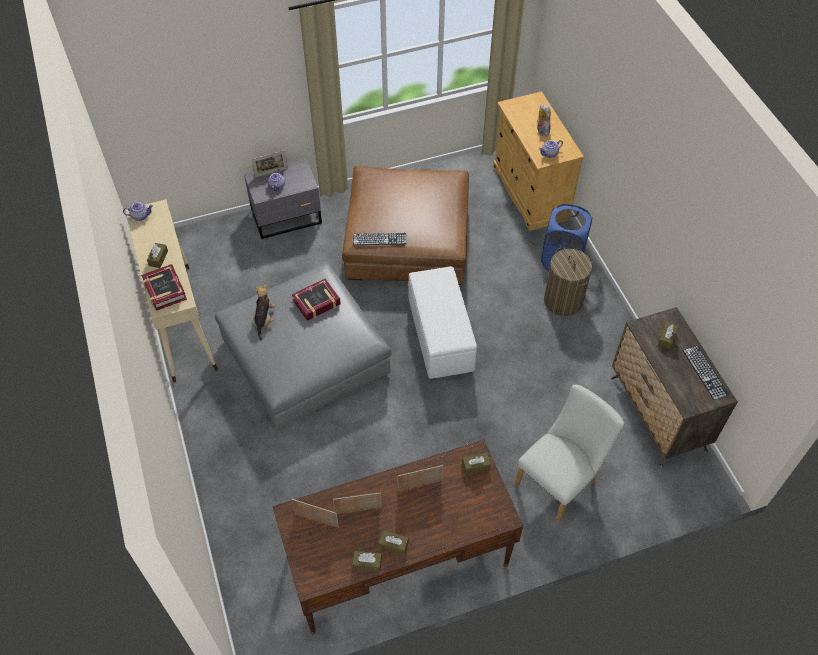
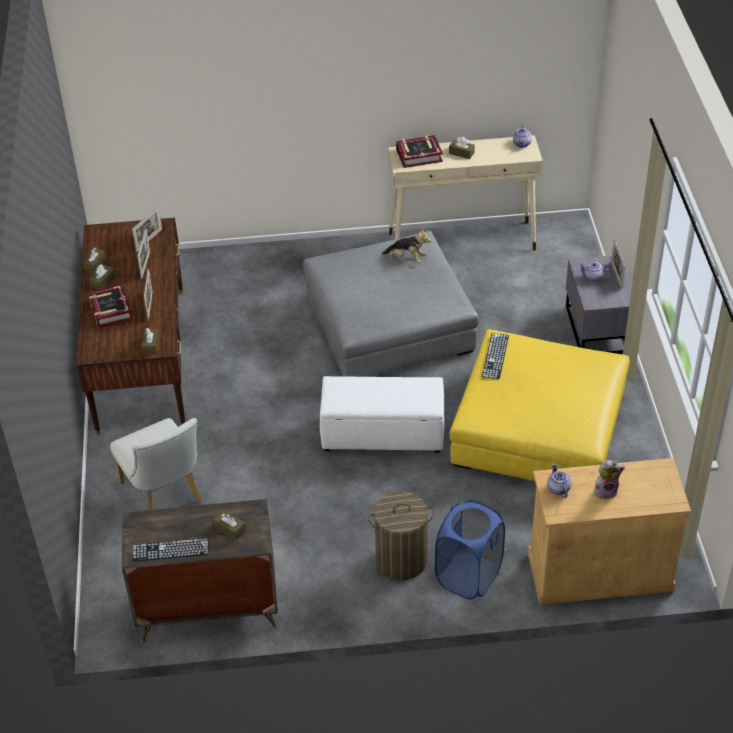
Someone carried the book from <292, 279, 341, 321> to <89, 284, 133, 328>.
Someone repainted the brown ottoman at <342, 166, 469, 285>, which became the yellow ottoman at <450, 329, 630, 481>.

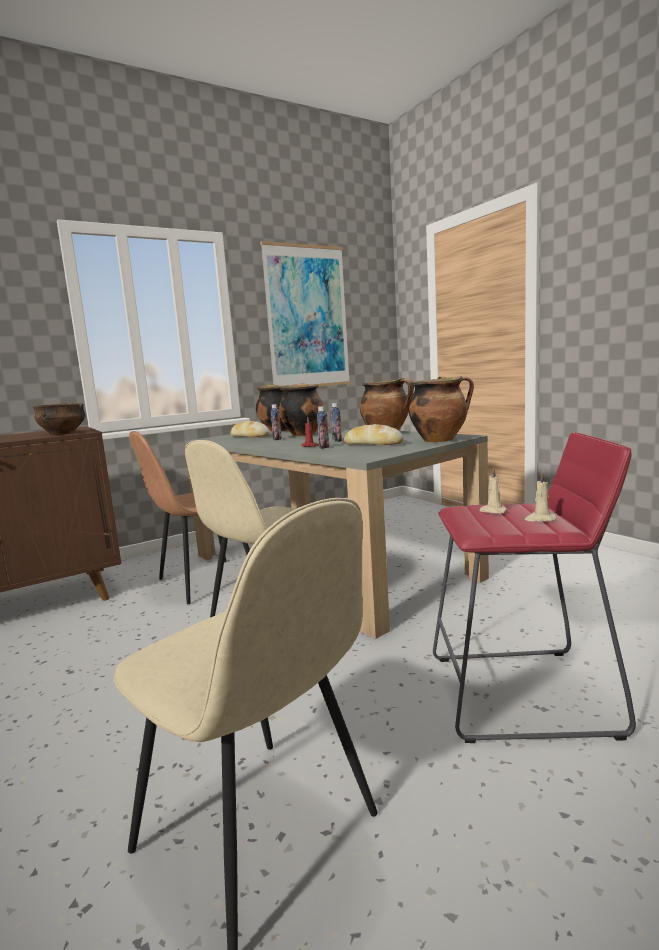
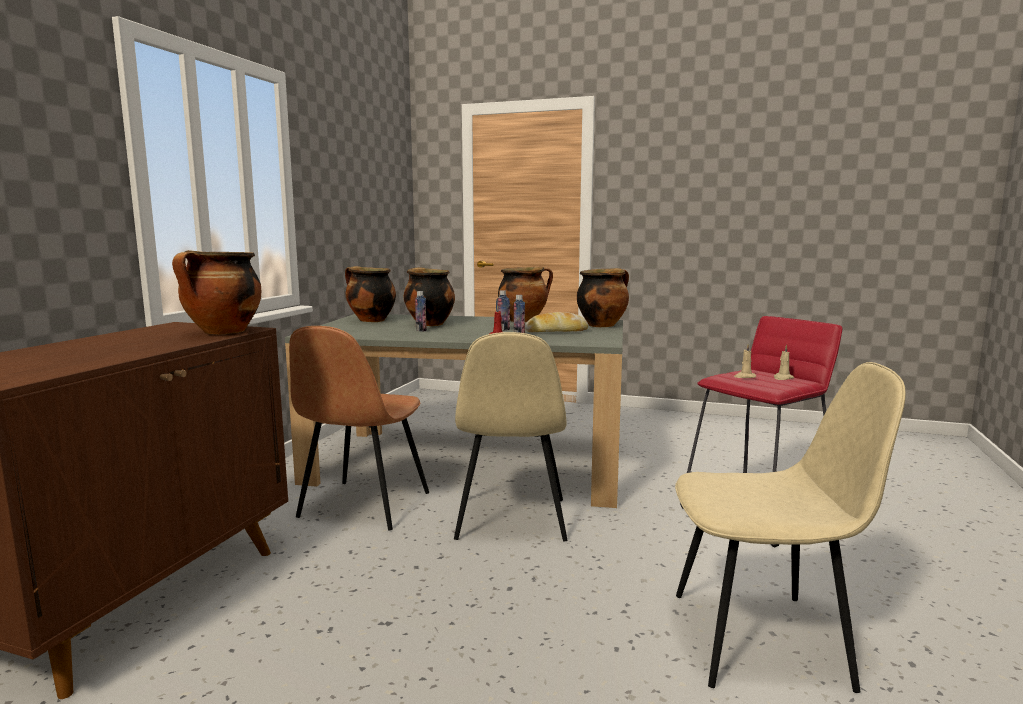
Someone took away the bread at <231, 421, 270, 437>.
Someone took away the picture at <260, 241, 351, 386>.
Someone swapped the bowl at <33, 403, 85, 435> for the cooking pot at <172, 250, 261, 335>.

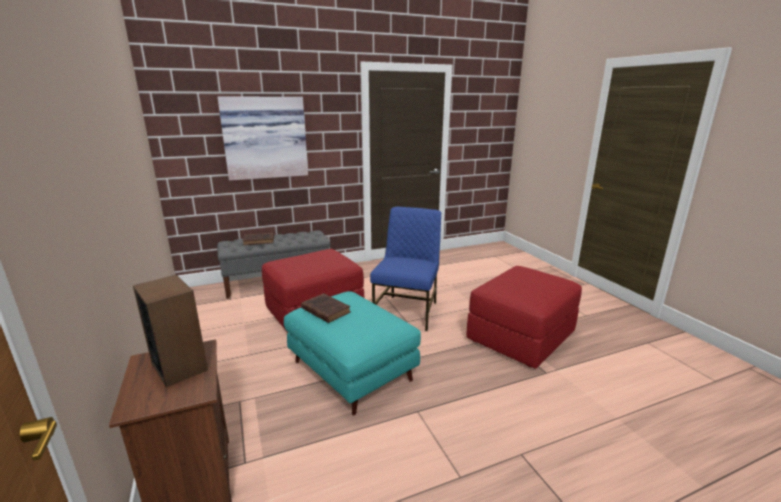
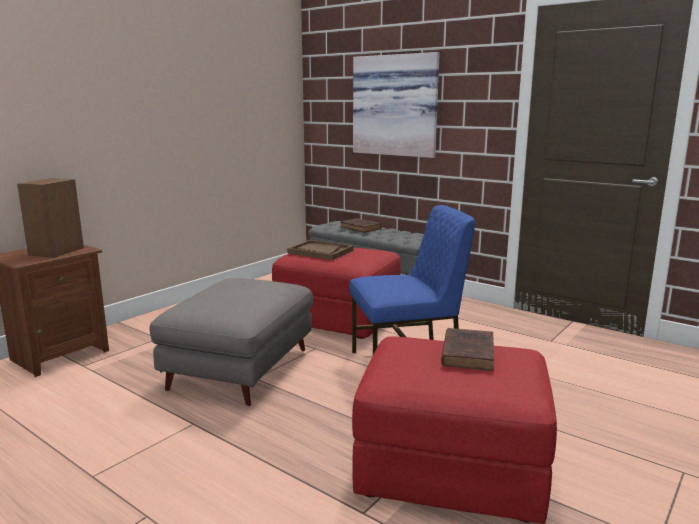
Someone put down the brown tray at <287, 240, 353, 260>.
Someone carried the brown book from <301, 293, 351, 323> to <441, 328, 494, 371>.
Someone repainted the turquoise ottoman at <284, 291, 421, 416>, which became the grey ottoman at <150, 278, 313, 406>.

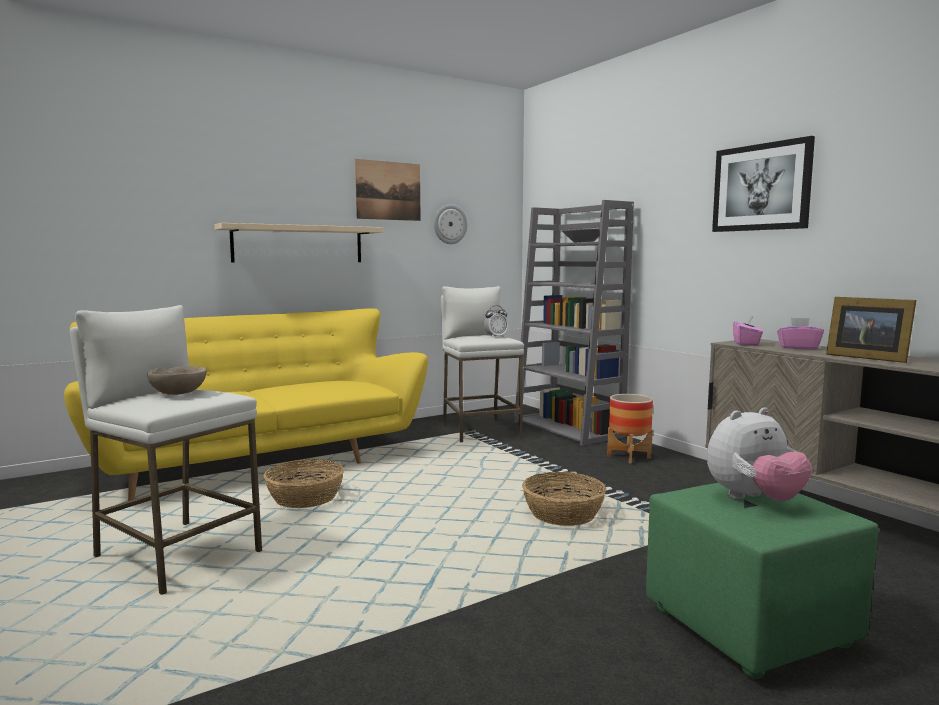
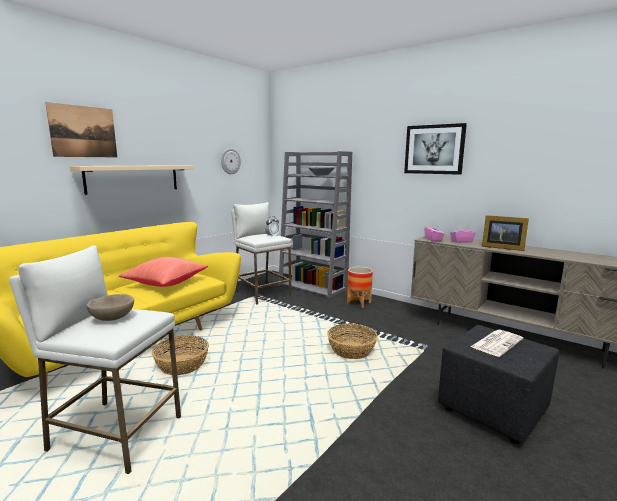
Someone put down the red pillow at <119, 257, 208, 287>.
Someone carried the picture from <355, 159, 421, 221> to <45, 102, 117, 158>.
Someone swapped the plush toy at <707, 408, 813, 501> for the newspaper at <471, 330, 523, 357>.
Someone repainted the green ottoman at <646, 483, 878, 679>, which became the black ottoman at <438, 325, 559, 444>.

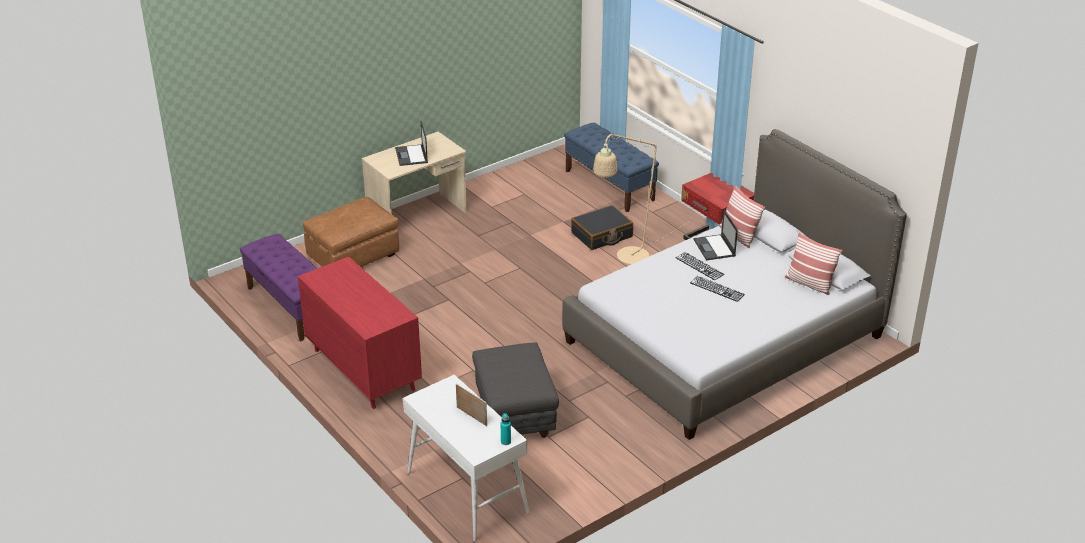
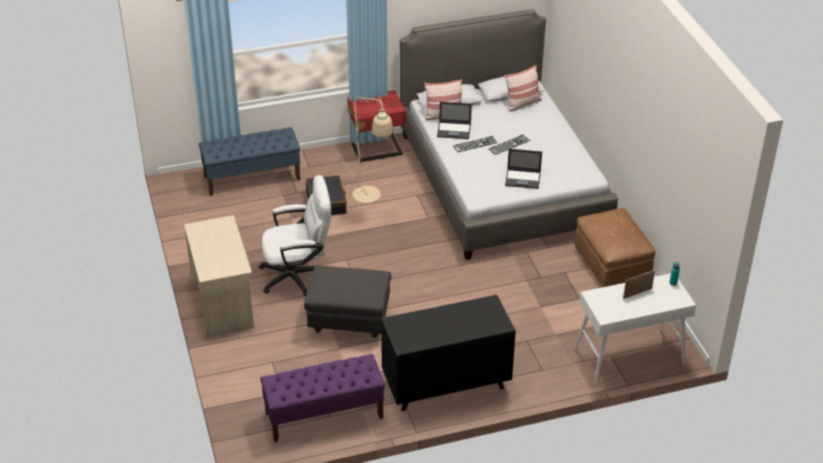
Someone put down the white office chair at <259, 175, 331, 296>.
Someone carried the brown ottoman from <303, 197, 399, 267> to <575, 208, 656, 287>.
Someone carried the laptop from <395, 121, 428, 166> to <505, 149, 542, 189>.
Someone carried the grey ottoman from <472, 342, 559, 438> to <304, 265, 391, 338>.
Someone repainted the red dresser at <298, 257, 422, 409>, which became the black dresser at <381, 295, 516, 411>.

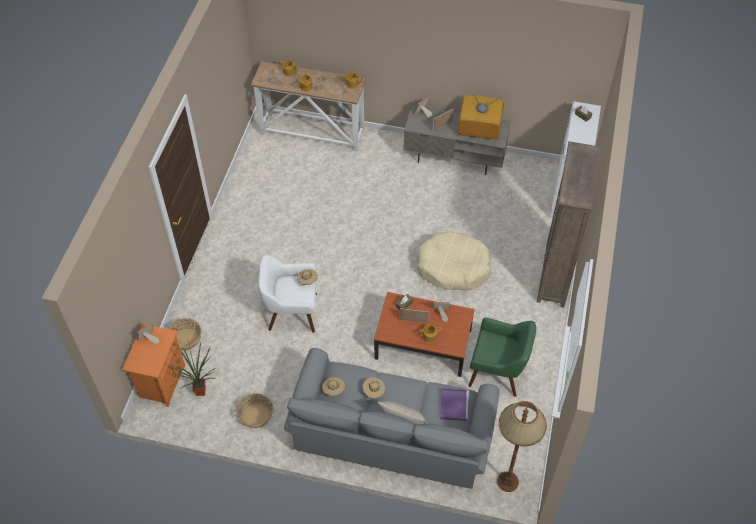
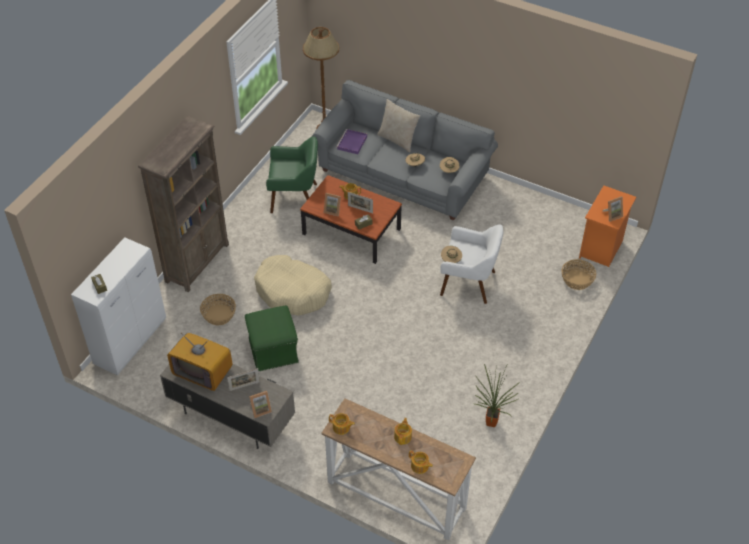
Someone put down the green ottoman at <245, 305, 299, 371>.
Someone carried the potted plant from <170, 342, 216, 396> to <474, 364, 520, 427>.
Someone carried the basket from <236, 393, 273, 428> to <200, 294, 236, 325>.
Someone rotated the green armchair at <468, 318, 536, 397> by 150 degrees clockwise.

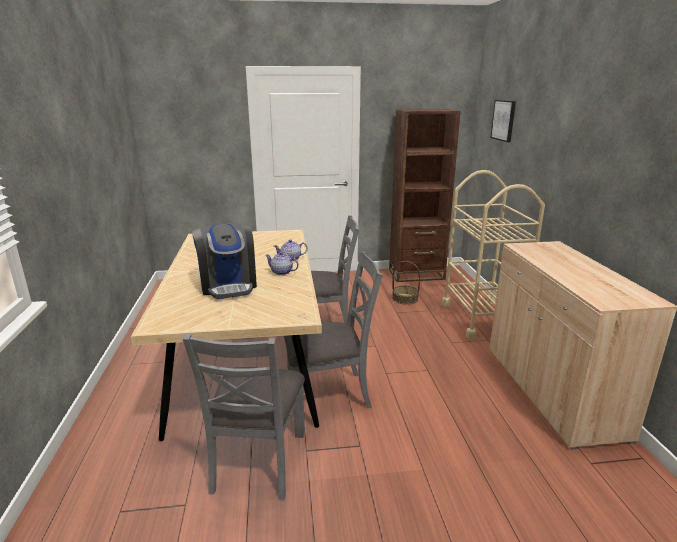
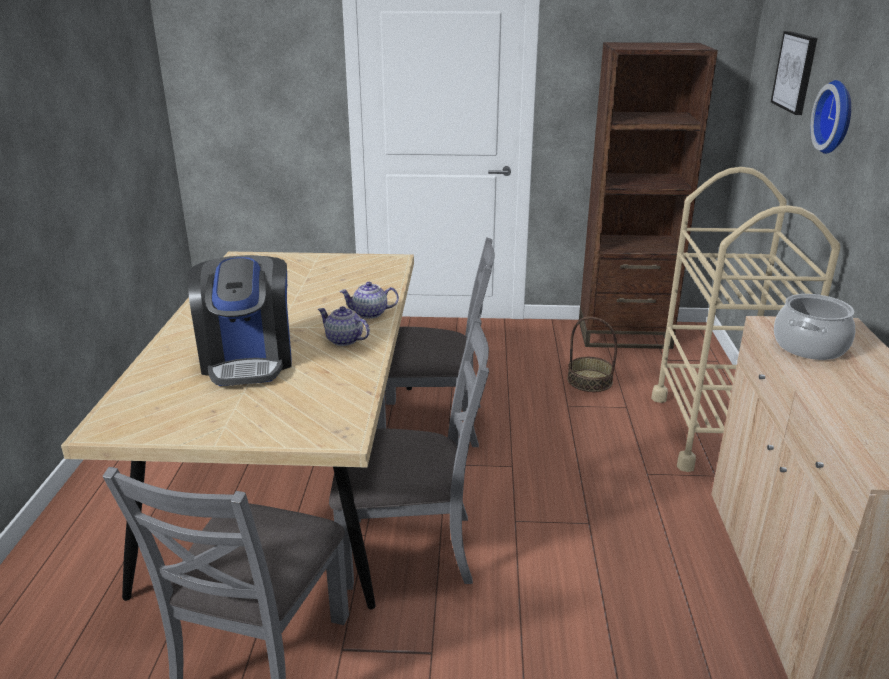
Someone put down the cooking pot at <774, 294, 855, 360>.
Someone put up the wall clock at <810, 80, 851, 154>.

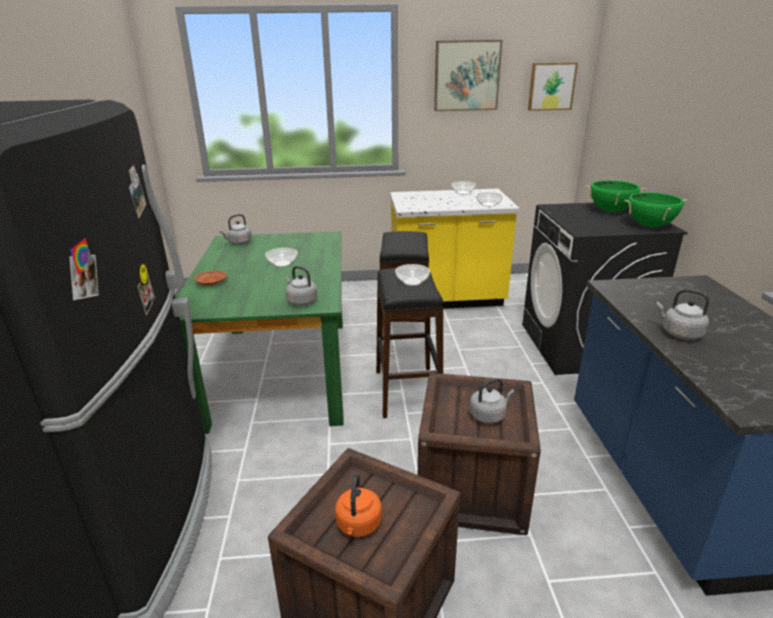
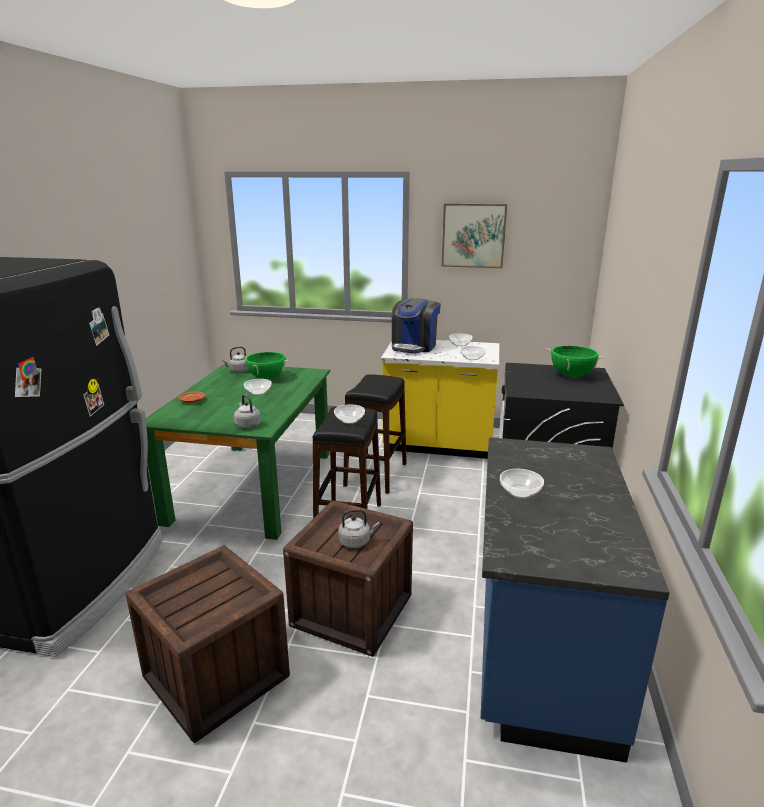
Someone took away the orange kettle at <335, 473, 382, 537>.
Someone took away the picture at <528, 62, 578, 111>.
Someone put down the coffee machine at <392, 298, 441, 354>.
Someone carried the green cooking pot from <624, 192, 688, 227> to <243, 351, 288, 379>.
Someone swapped the grey kettle at <656, 289, 710, 340> for the bowl at <500, 469, 544, 499>.

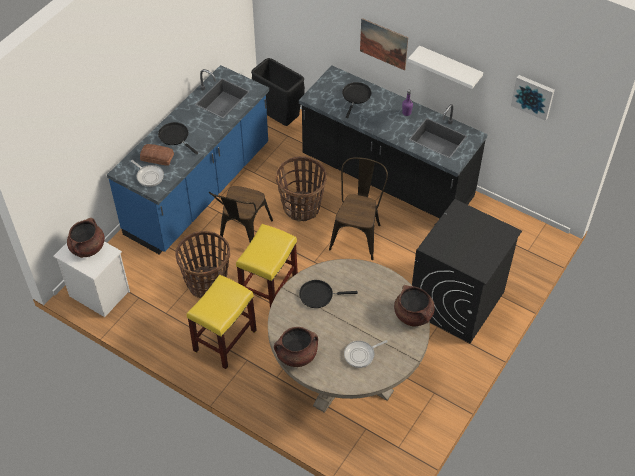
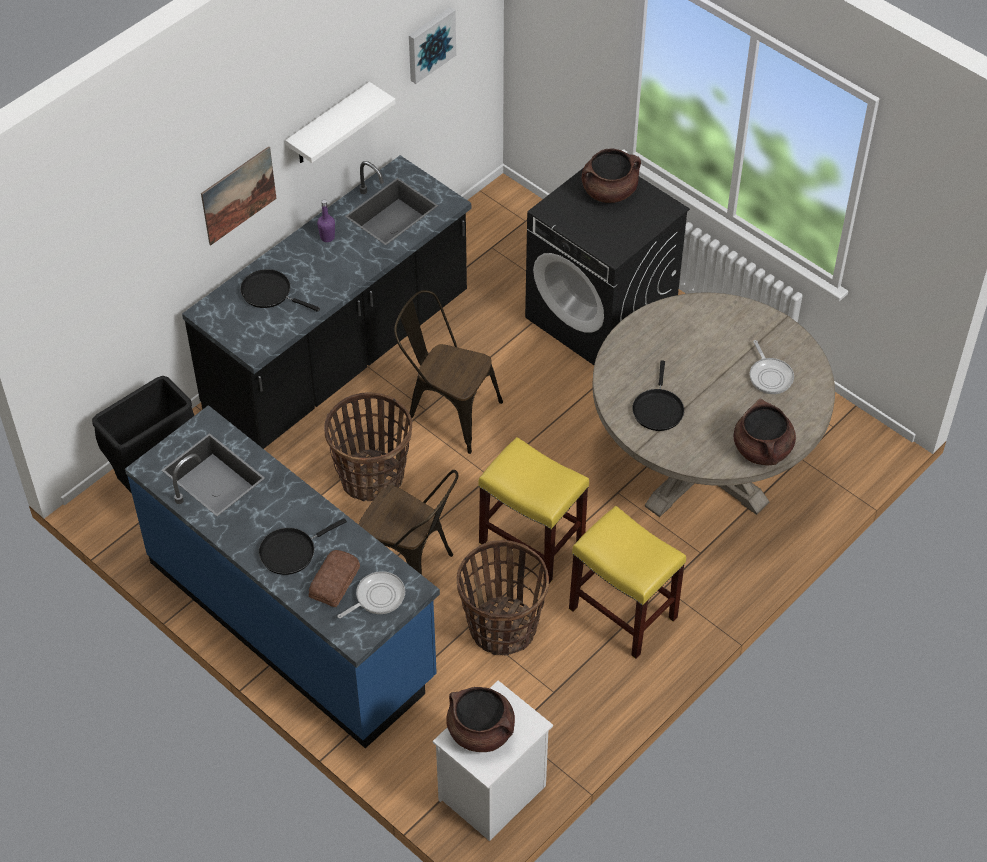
Someone carried the brown cooking pot from <394, 285, 435, 327> to <582, 148, 641, 203>.

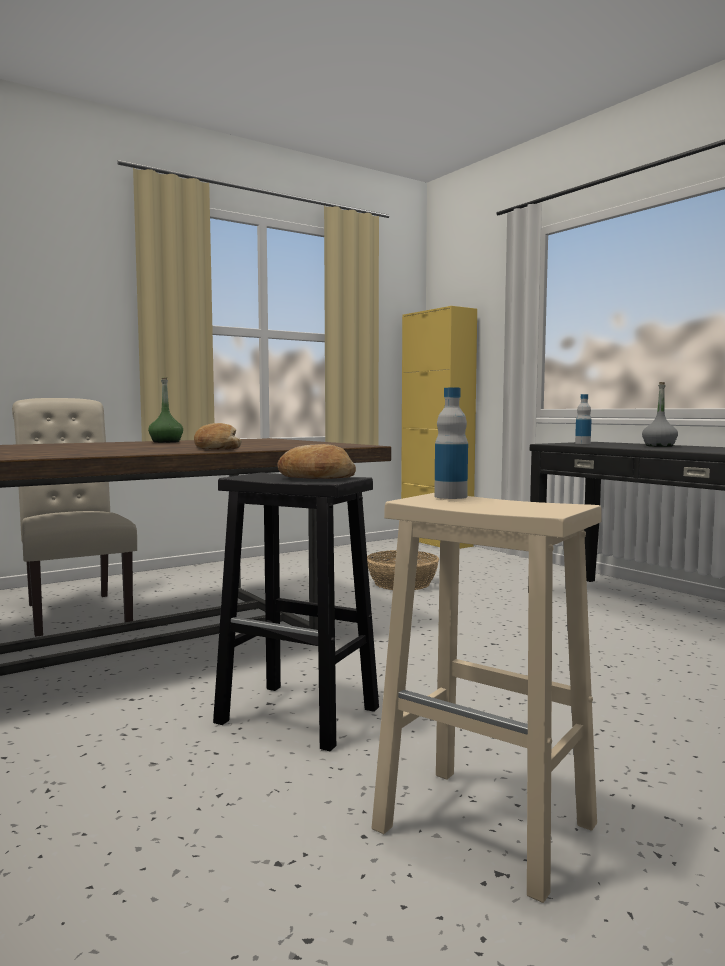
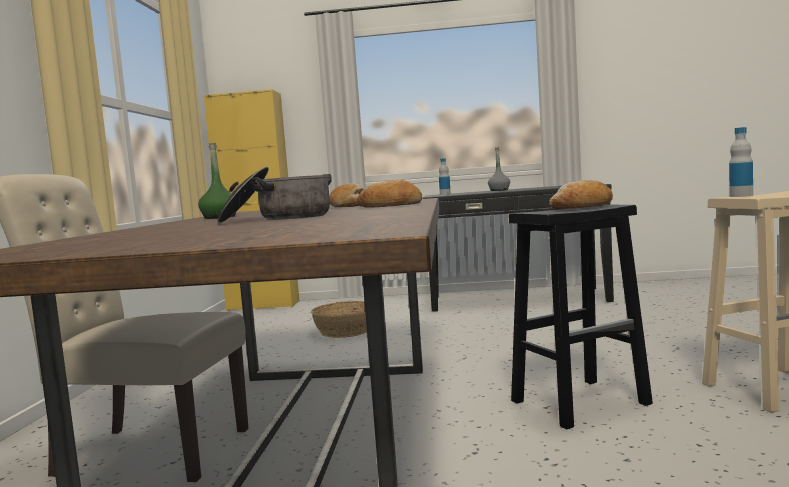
Someone put down the cooking pot at <218, 167, 332, 223>.
Someone put down the bread at <329, 183, 364, 207>.

